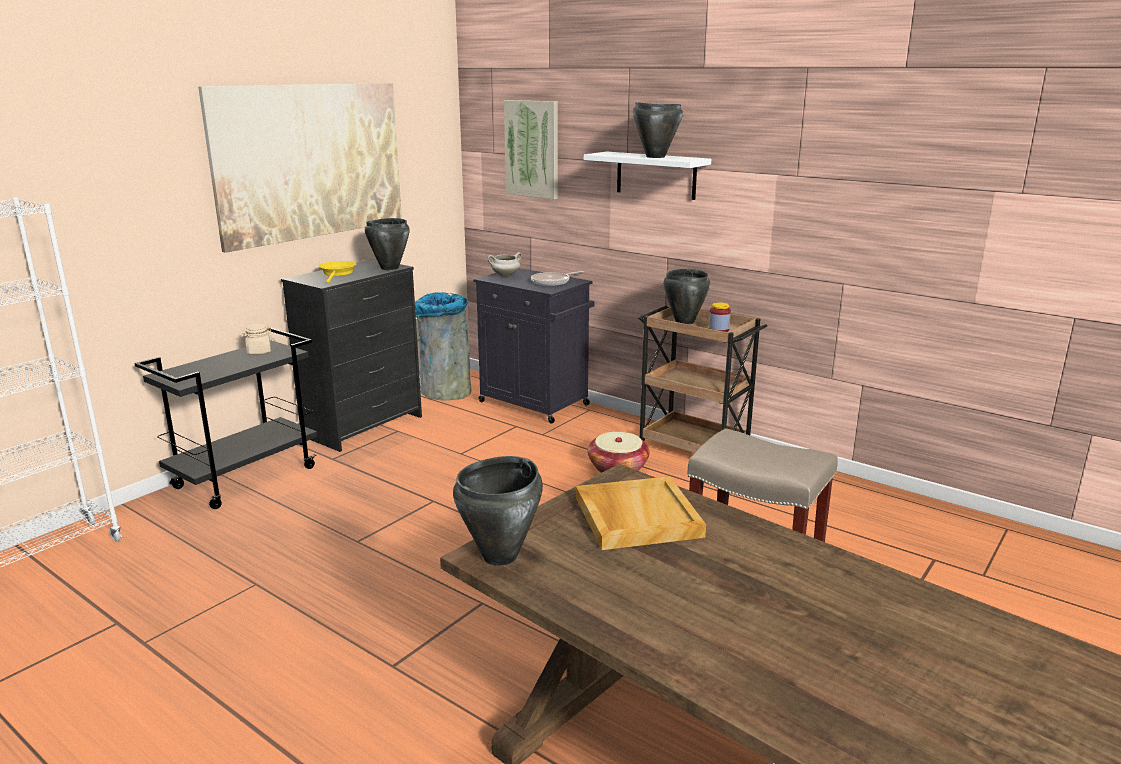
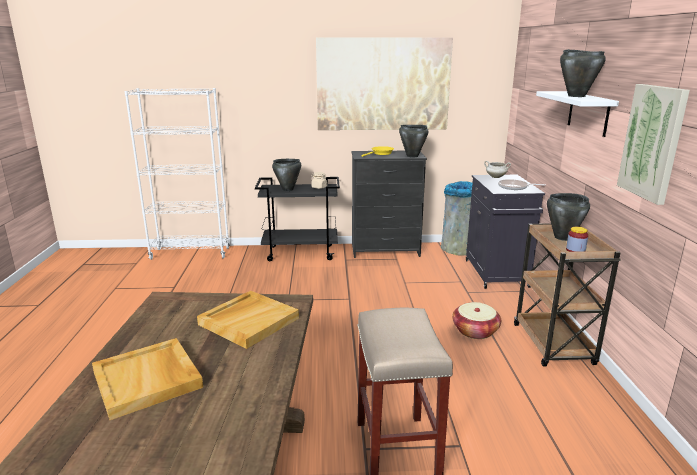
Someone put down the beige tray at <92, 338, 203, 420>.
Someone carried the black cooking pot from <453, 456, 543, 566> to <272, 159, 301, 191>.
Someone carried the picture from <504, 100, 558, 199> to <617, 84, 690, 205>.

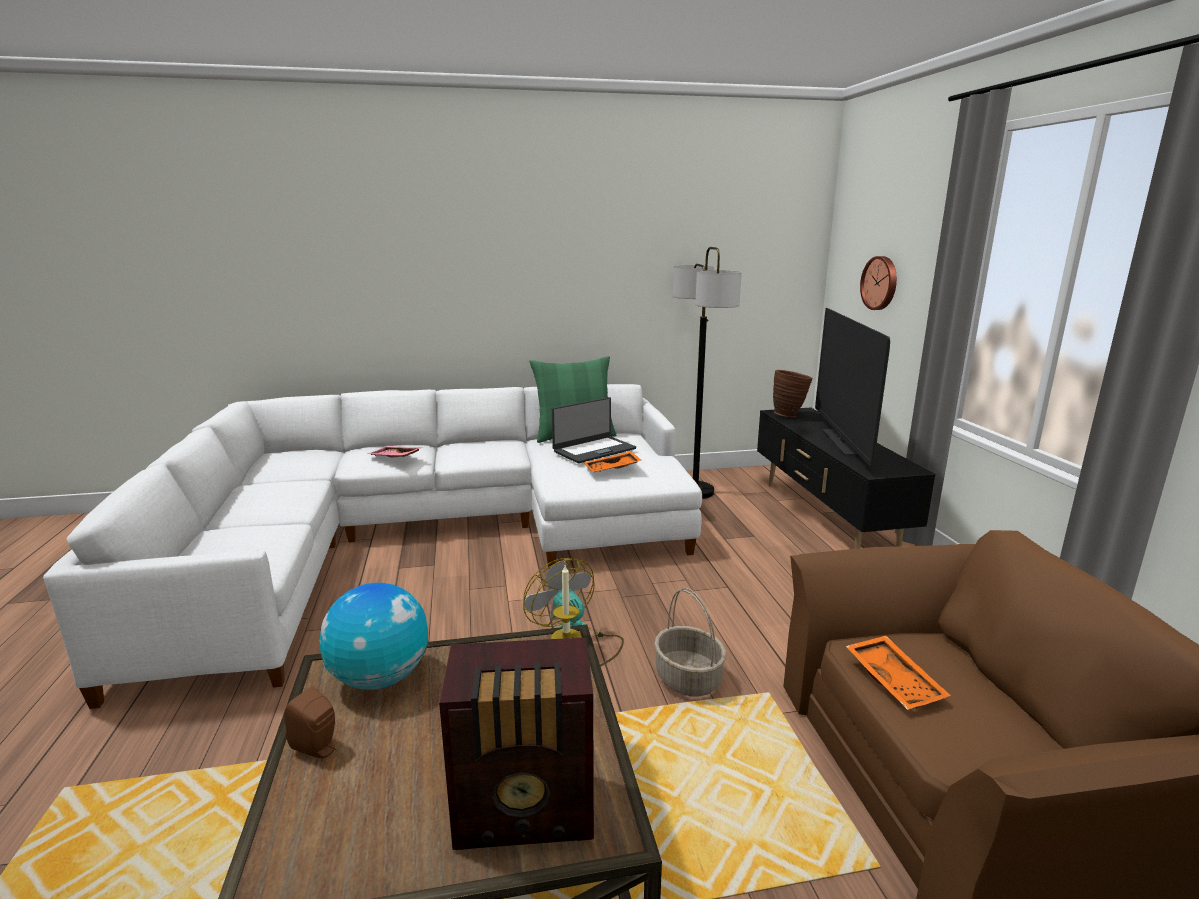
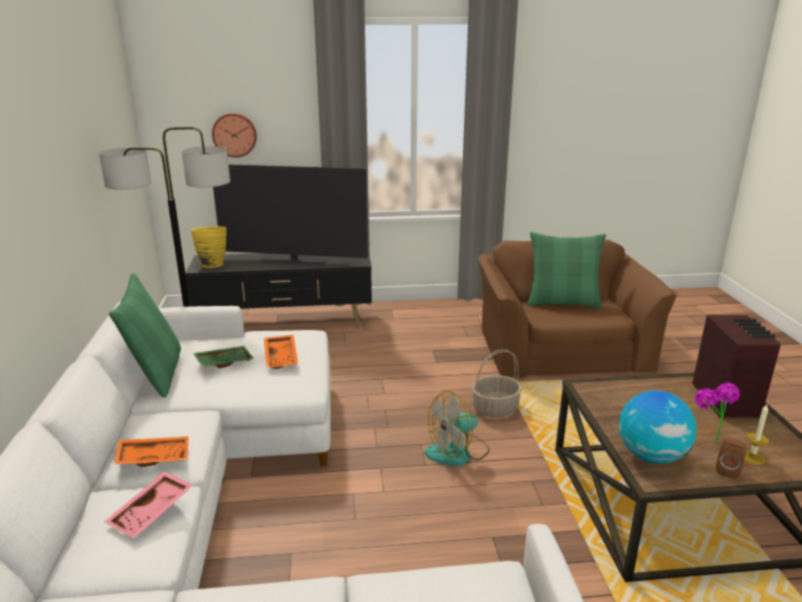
Someone put down the green pillow at <527, 232, 606, 308>.
Someone put down the potted plant at <695, 382, 740, 444>.
Someone carried the candle from <551, 565, 582, 639> to <744, 404, 769, 465>.
Someone carried the orange tray from <846, 636, 951, 710> to <114, 436, 189, 467>.
Someone swapped the laptop at <552, 397, 636, 463> for the green tray at <193, 346, 254, 368>.
Someone repainted the brown vase at <773, 370, 813, 417>, which became the yellow vase at <191, 226, 227, 268>.

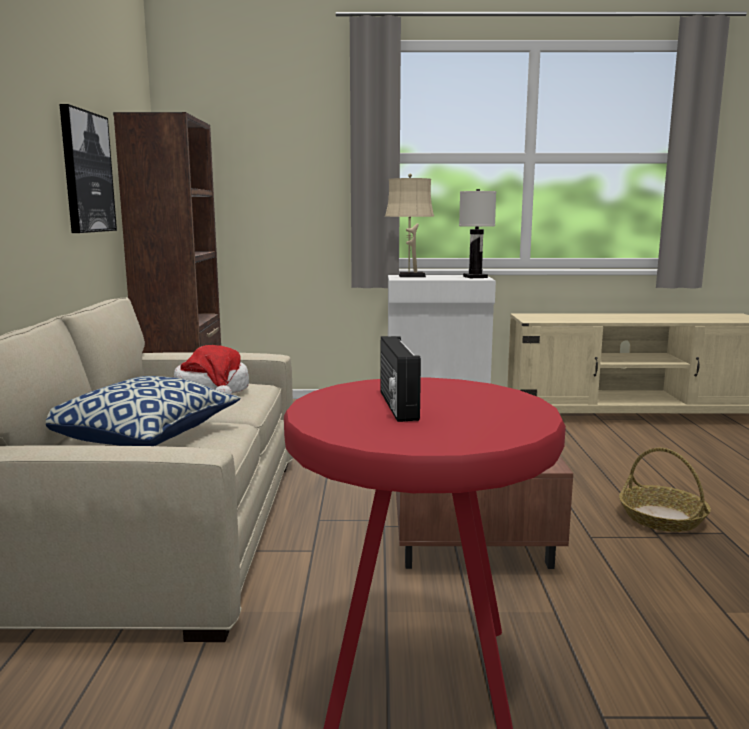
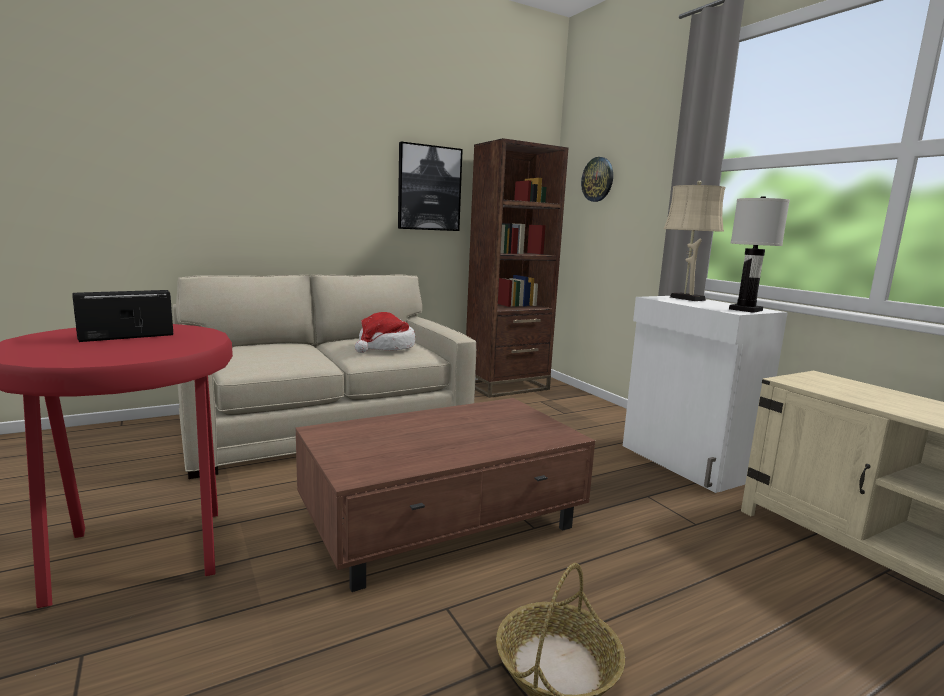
Someone took away the pillow at <46, 376, 241, 446>.
Someone put up the wall clock at <581, 157, 613, 202>.

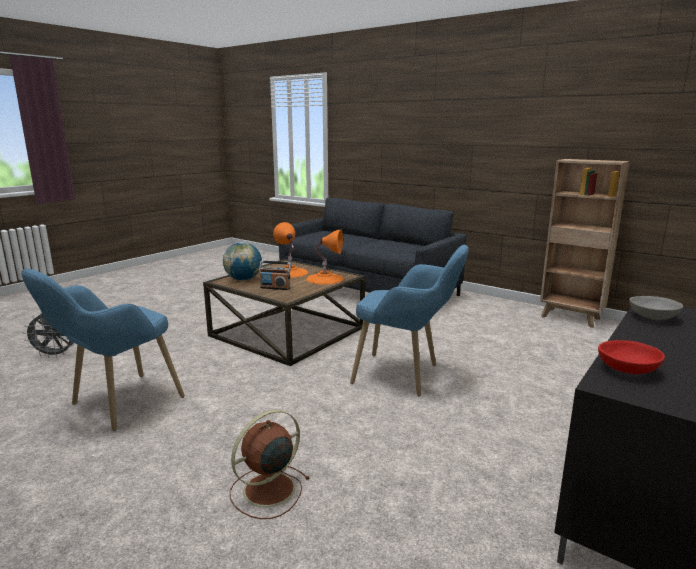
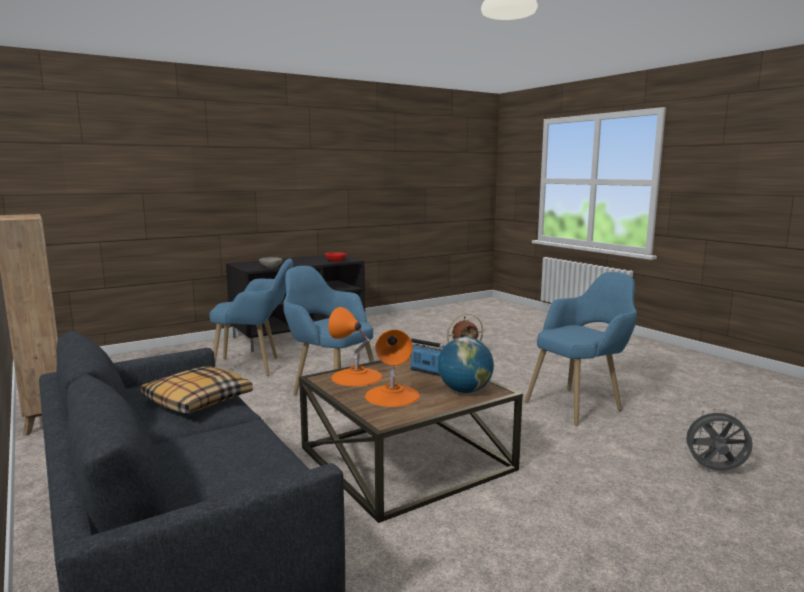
Someone put down the pillow at <140, 366, 253, 414>.
Someone put down the blue armchair at <210, 258, 293, 376>.

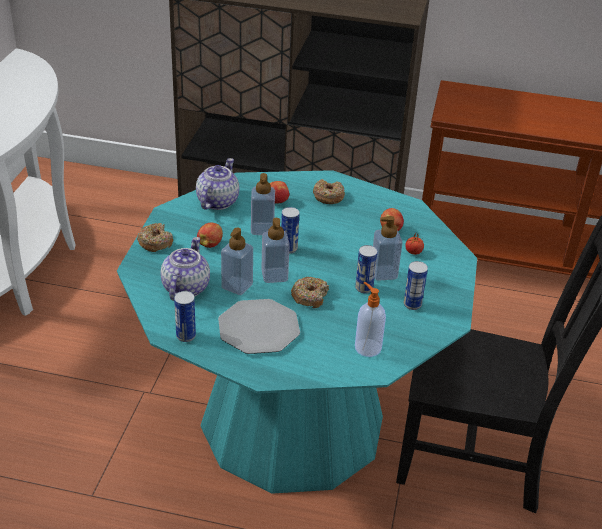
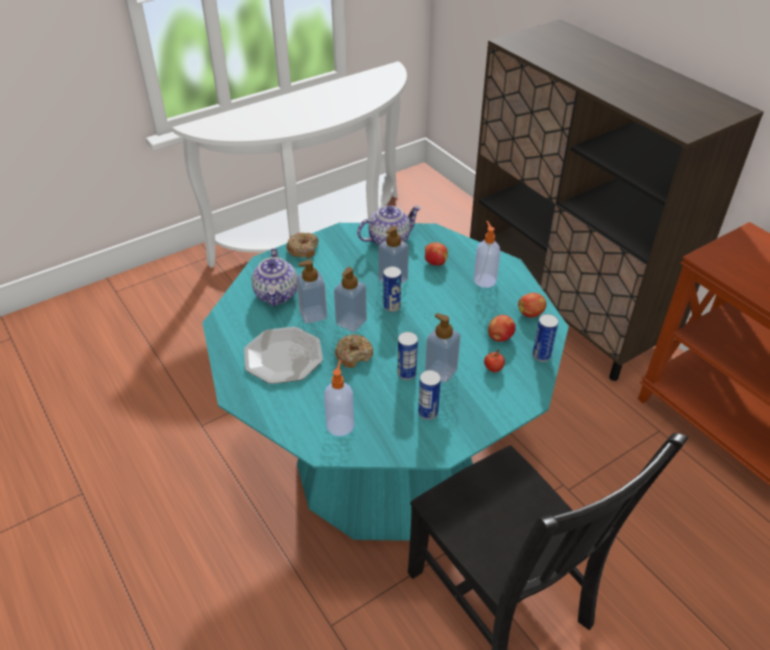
Someone carried the can from <174, 291, 196, 342> to <533, 314, 559, 362>.
Someone carried the apple from <197, 223, 223, 248> to <518, 293, 546, 317>.
Someone swapped the donut at <313, 179, 345, 204> for the soap dispenser at <474, 221, 500, 288>.
Someone rotated the teapot at <161, 237, 210, 301> by 120 degrees clockwise.

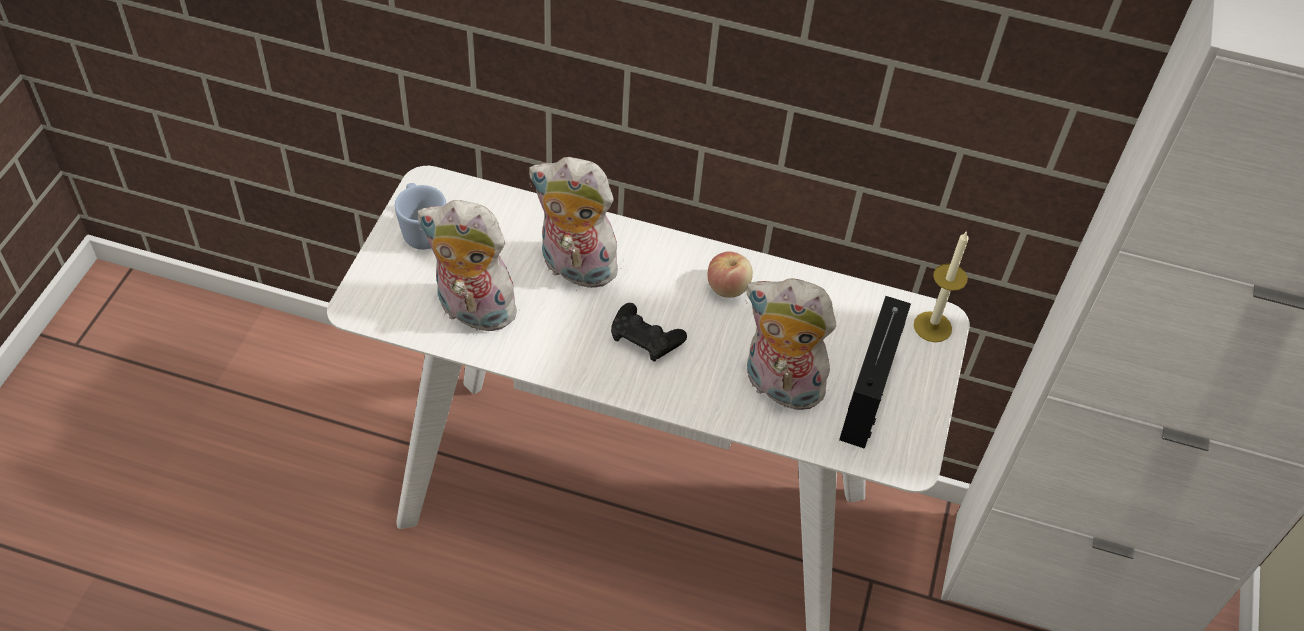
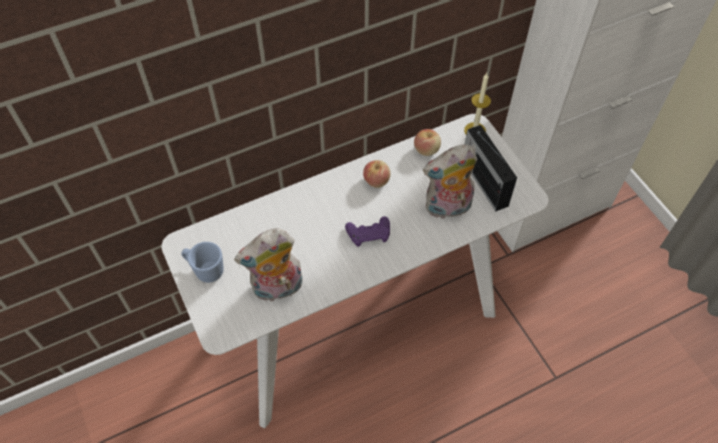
Someone took away the plush toy at <529, 157, 621, 291>.
Someone put down the apple at <414, 129, 441, 156>.
Someone repainted the black game controller at <611, 303, 687, 362>, which became the purple game controller at <345, 216, 390, 247>.

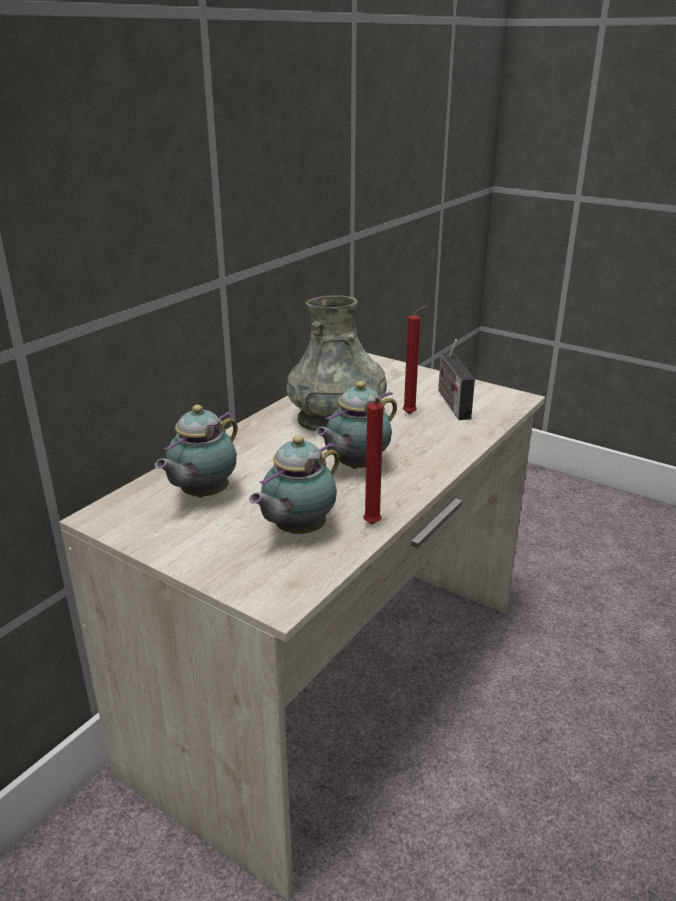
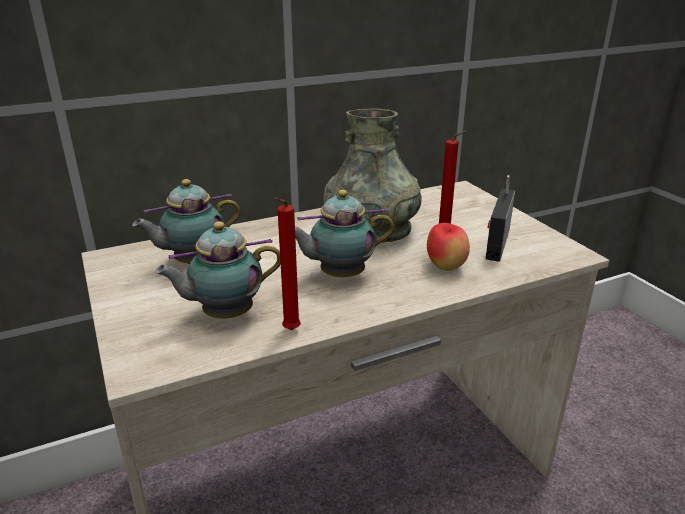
Someone put down the apple at <427, 223, 470, 271>.

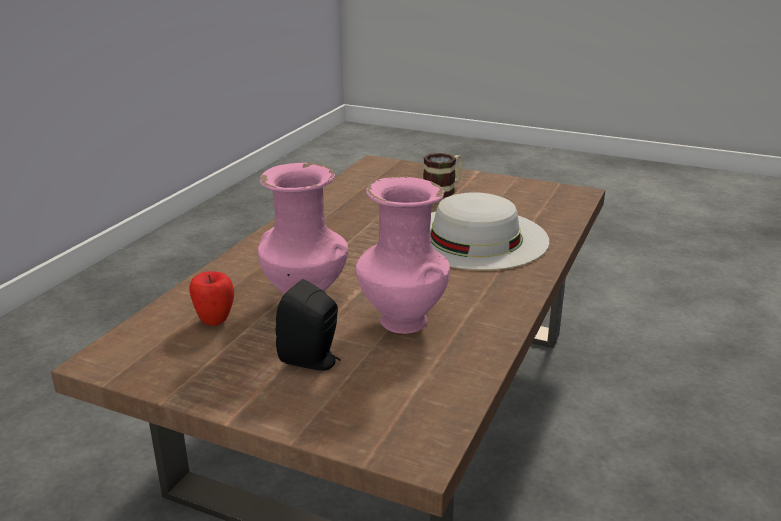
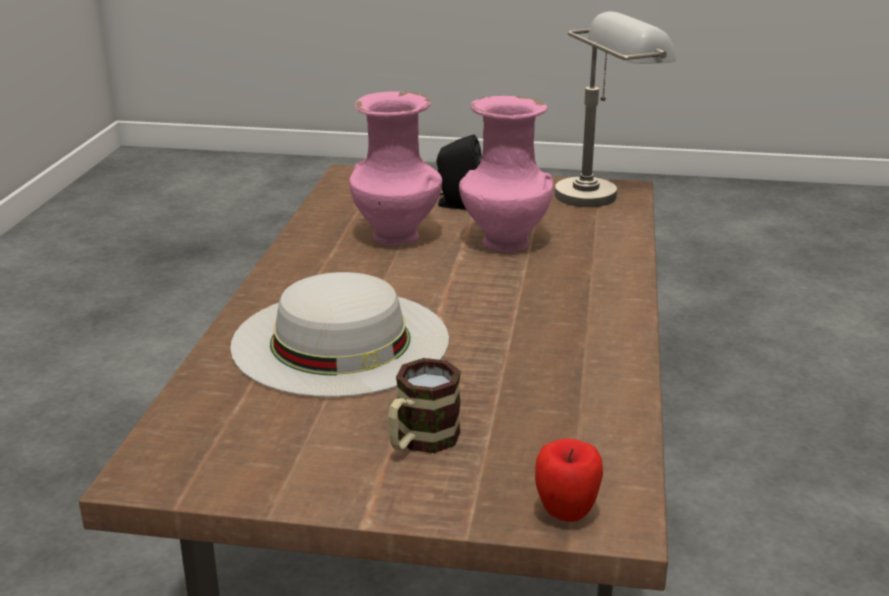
Someone put down the grey table lamp at <555, 11, 676, 207>.
Someone carried the apple from <189, 271, 234, 326> to <535, 438, 603, 522>.

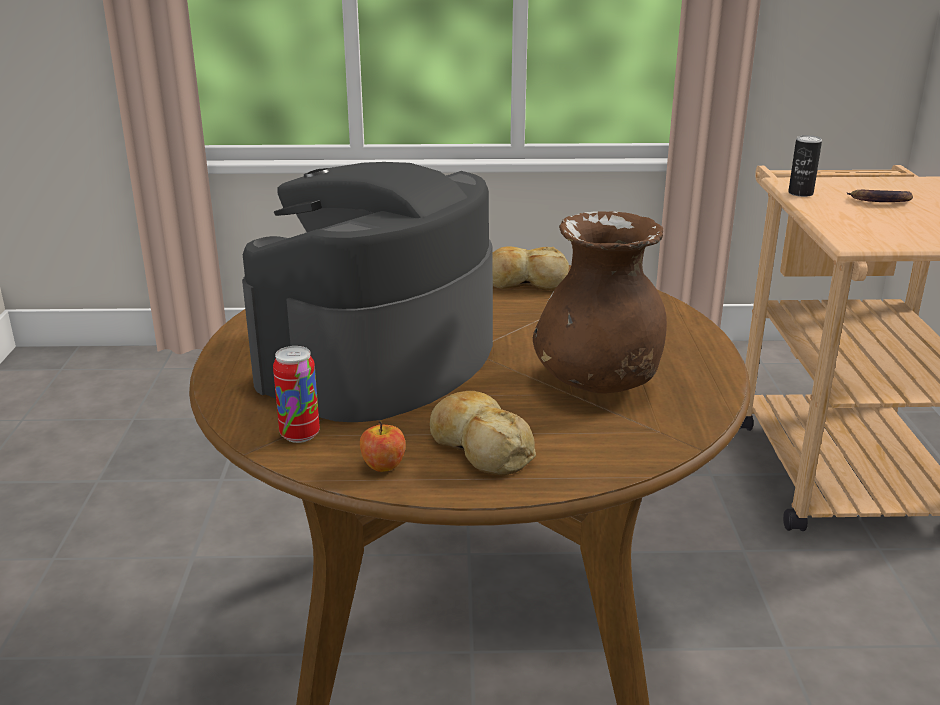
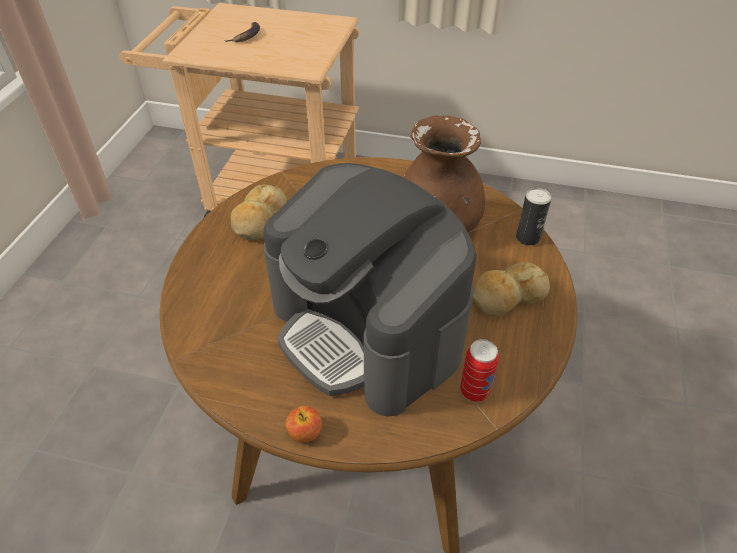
Someone carried the apple from <360, 420, 405, 472> to <286, 406, 322, 443>.
Someone carried the can from <788, 135, 822, 197> to <516, 188, 551, 246>.

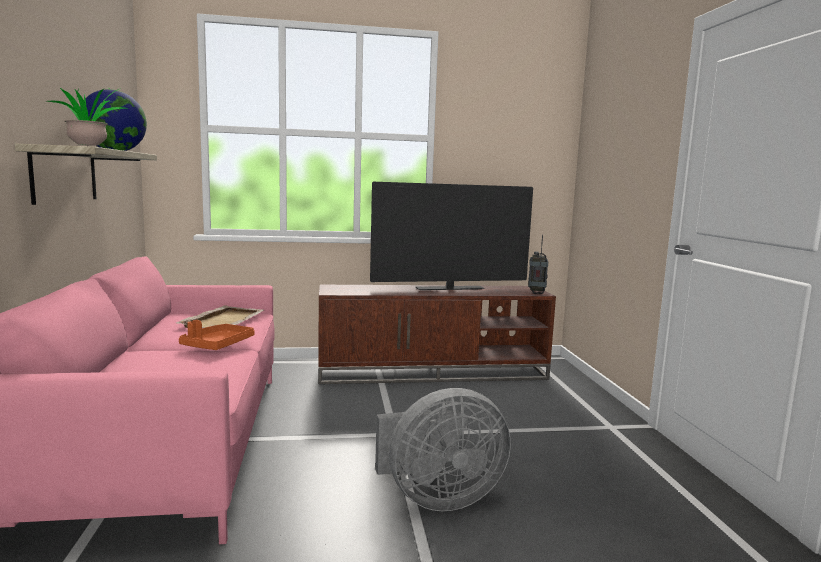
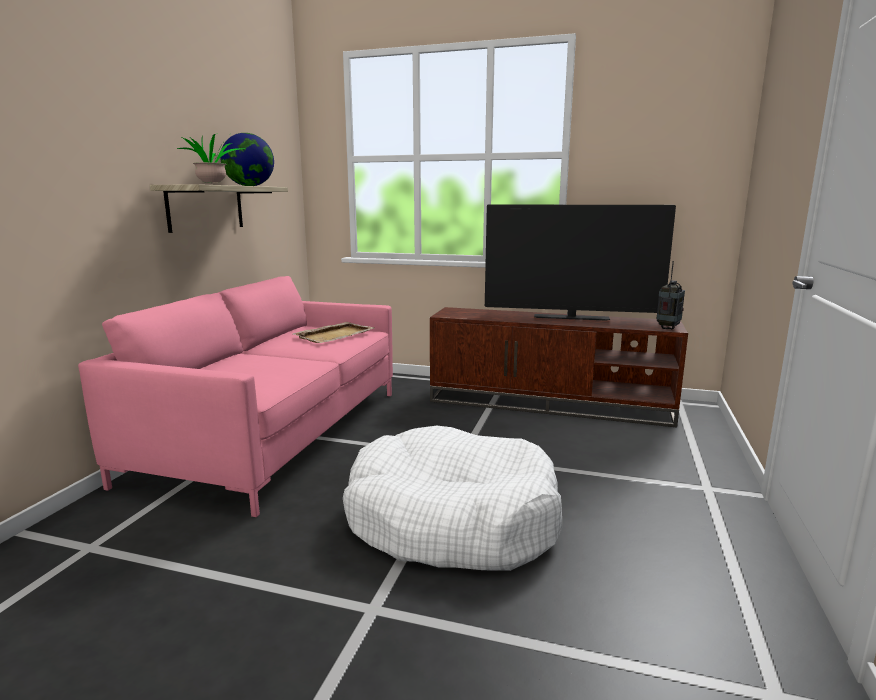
Someone took away the orange tray at <179, 320, 255, 350>.
Someone swapped the grey fan at <375, 388, 511, 511> for the white dog bed at <343, 426, 562, 571>.

